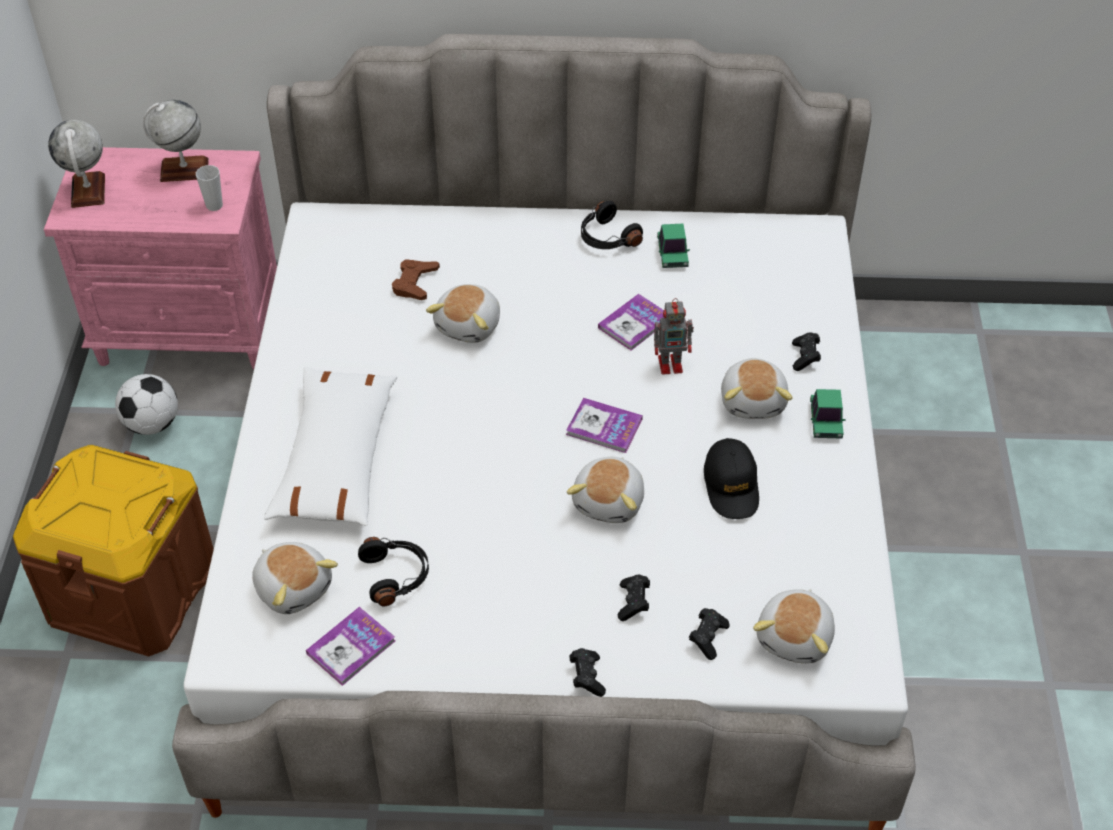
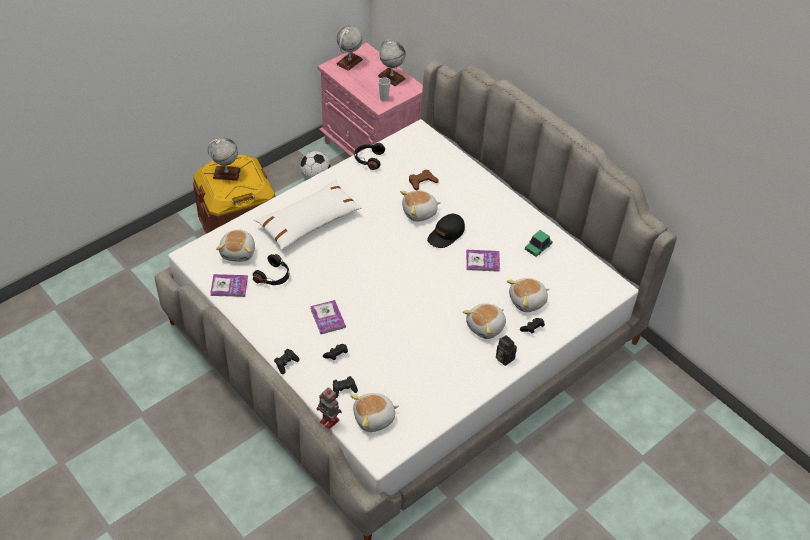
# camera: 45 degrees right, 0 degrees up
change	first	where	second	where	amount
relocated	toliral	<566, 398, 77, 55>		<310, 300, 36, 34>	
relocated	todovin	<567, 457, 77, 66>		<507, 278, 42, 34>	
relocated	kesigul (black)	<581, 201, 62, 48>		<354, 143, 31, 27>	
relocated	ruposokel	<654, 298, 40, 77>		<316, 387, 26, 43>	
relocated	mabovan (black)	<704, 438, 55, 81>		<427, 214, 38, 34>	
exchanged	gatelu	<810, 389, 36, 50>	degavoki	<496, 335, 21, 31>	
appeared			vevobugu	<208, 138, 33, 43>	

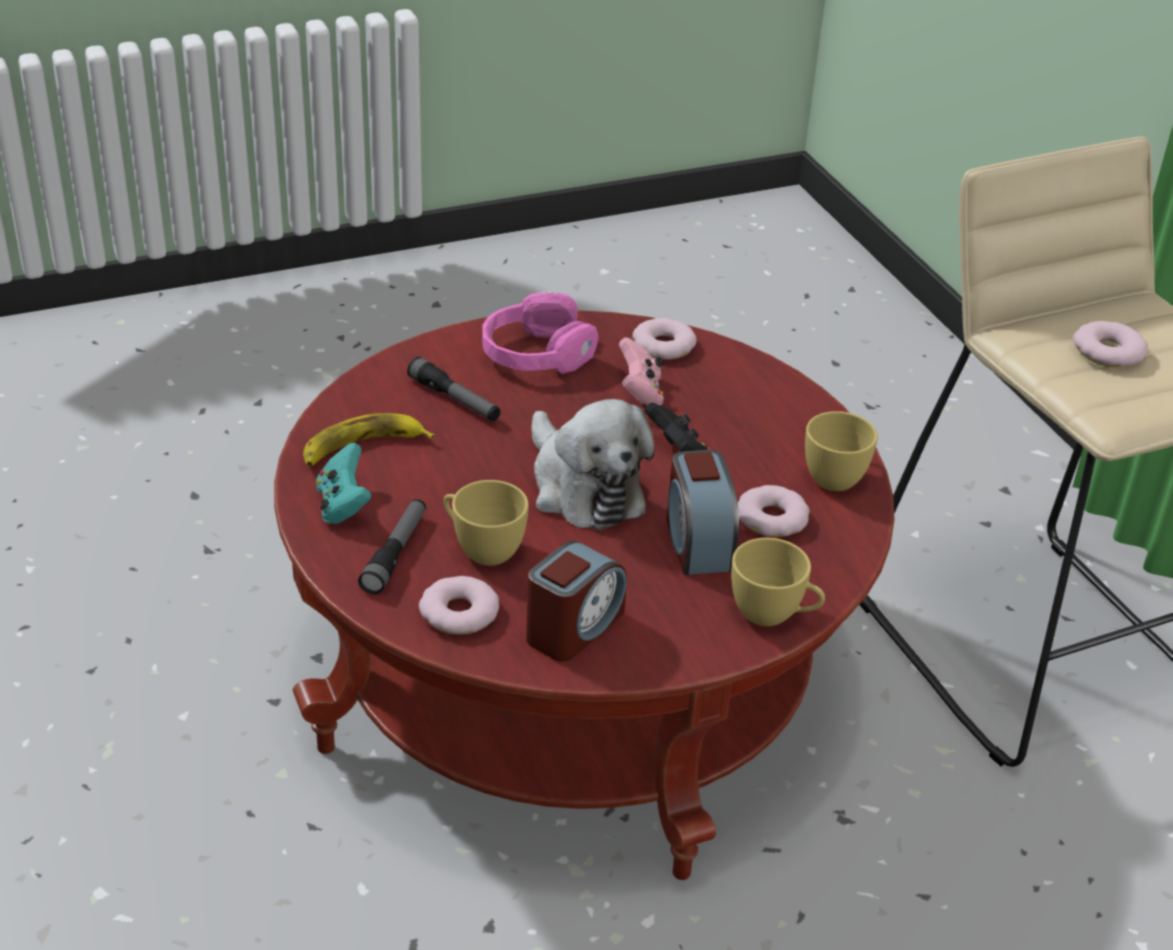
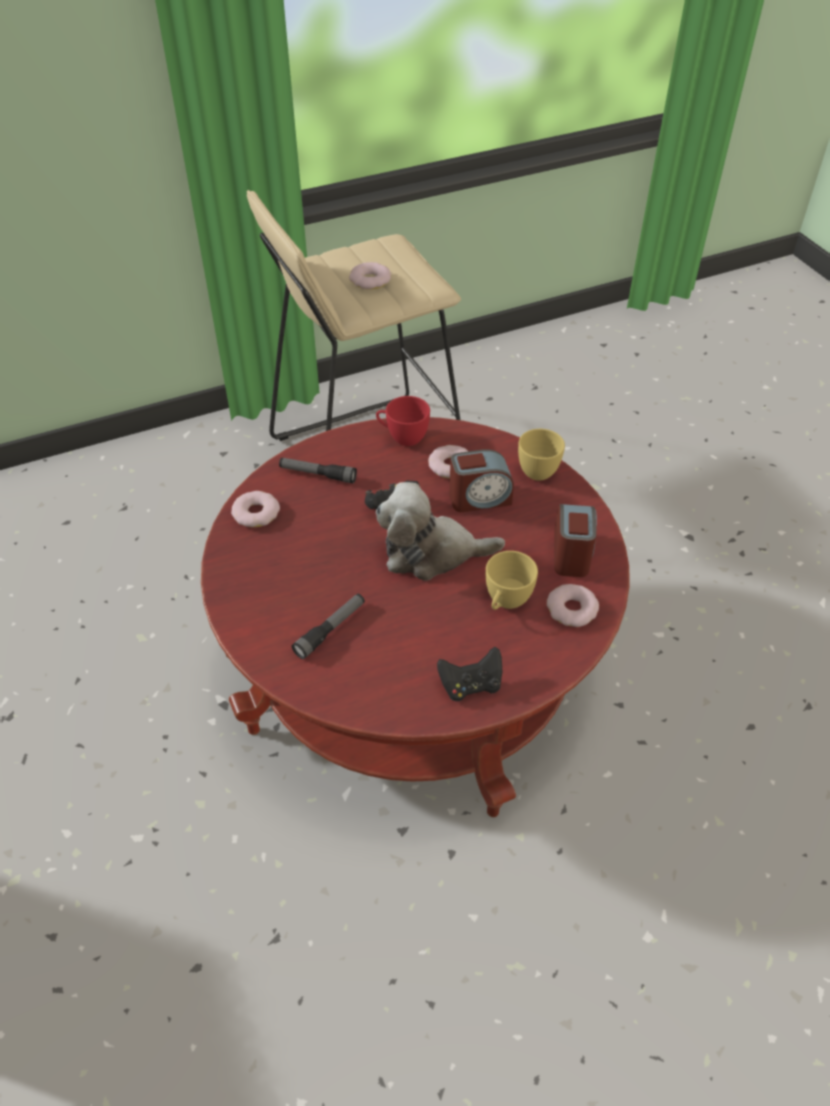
# camera: 90 degrees left, 10 degrees up
change	first	where	second	where	amount
missing	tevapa	<303, 413, 132, 53>			
colour	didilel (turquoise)	<316, 443, 56, 81>	didilel (black)	<437, 647, 65, 54>	
relocated	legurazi	<358, 499, 68, 96>		<279, 458, 78, 26>	
missing	kesigul (pink)	<482, 292, 116, 82>			
spun	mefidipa	<526, 541, 101, 121>		<554, 504, 43, 73>	60 degrees clockwise
spun	todovin	<532, 399, 122, 131>		<376, 482, 129, 99>	150 degrees counterclockwise
missing	didilel (pink)	<619, 337, 45, 69>			
colour	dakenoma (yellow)	<805, 411, 73, 80>	dakenoma (red)	<376, 396, 54, 50>	

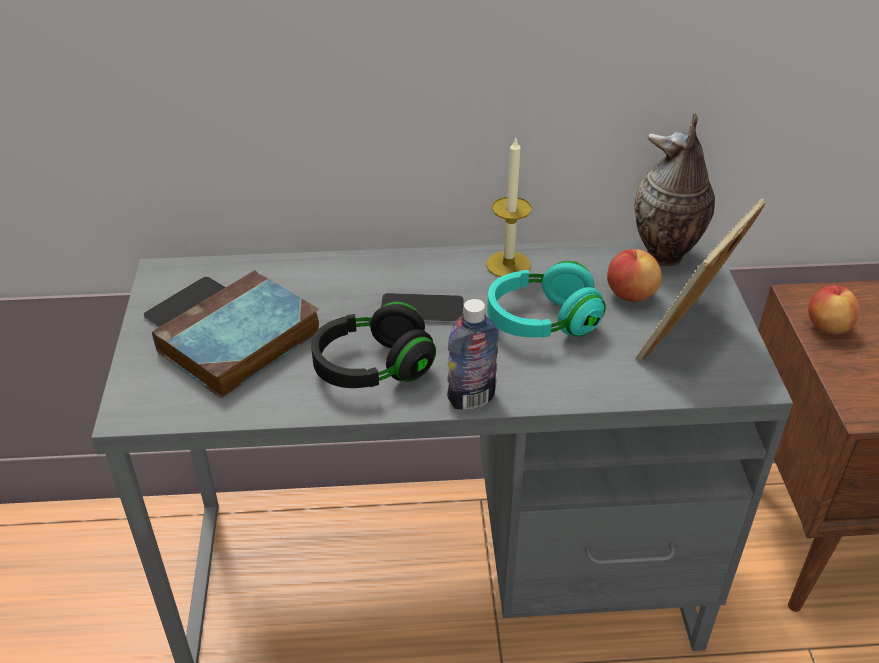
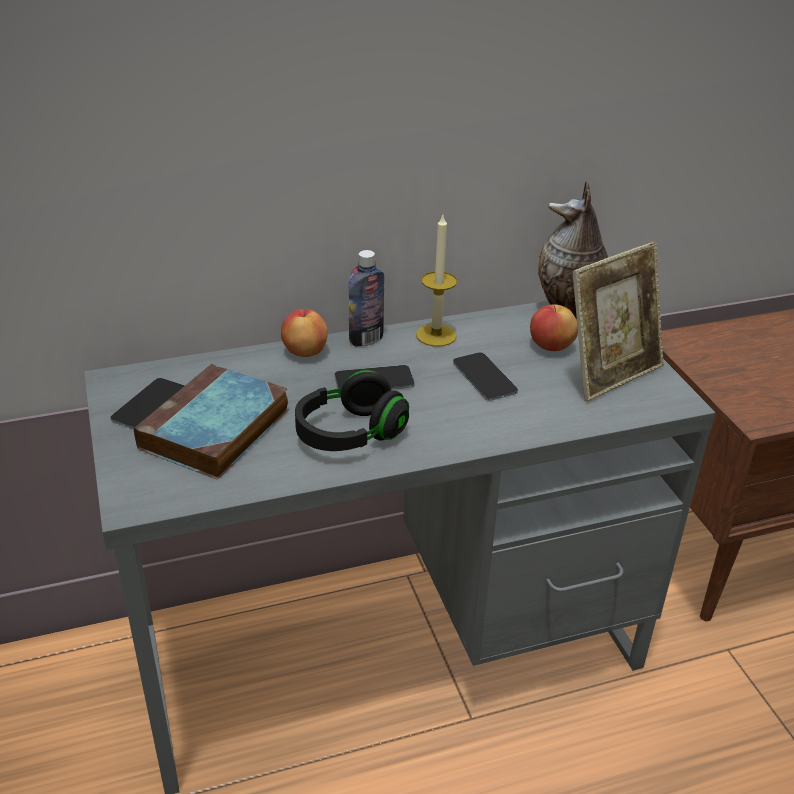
# camera: 15 degrees left, 5 degrees down
change	first	where	second	where	amount
relocated	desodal	<447, 299, 52, 111>		<349, 250, 35, 97>	
exchanged	kesigul (turquoise)	<487, 261, 119, 77>	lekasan	<453, 352, 65, 49>	
spun	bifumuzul	<636, 198, 130, 164>		<572, 242, 92, 160>	150 degrees counterclockwise
relocated	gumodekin	<808, 285, 52, 50>		<281, 309, 47, 48>	

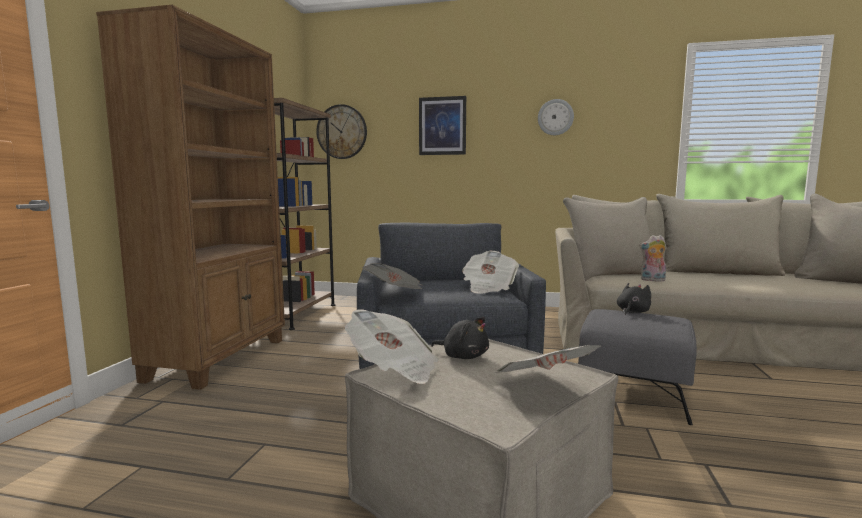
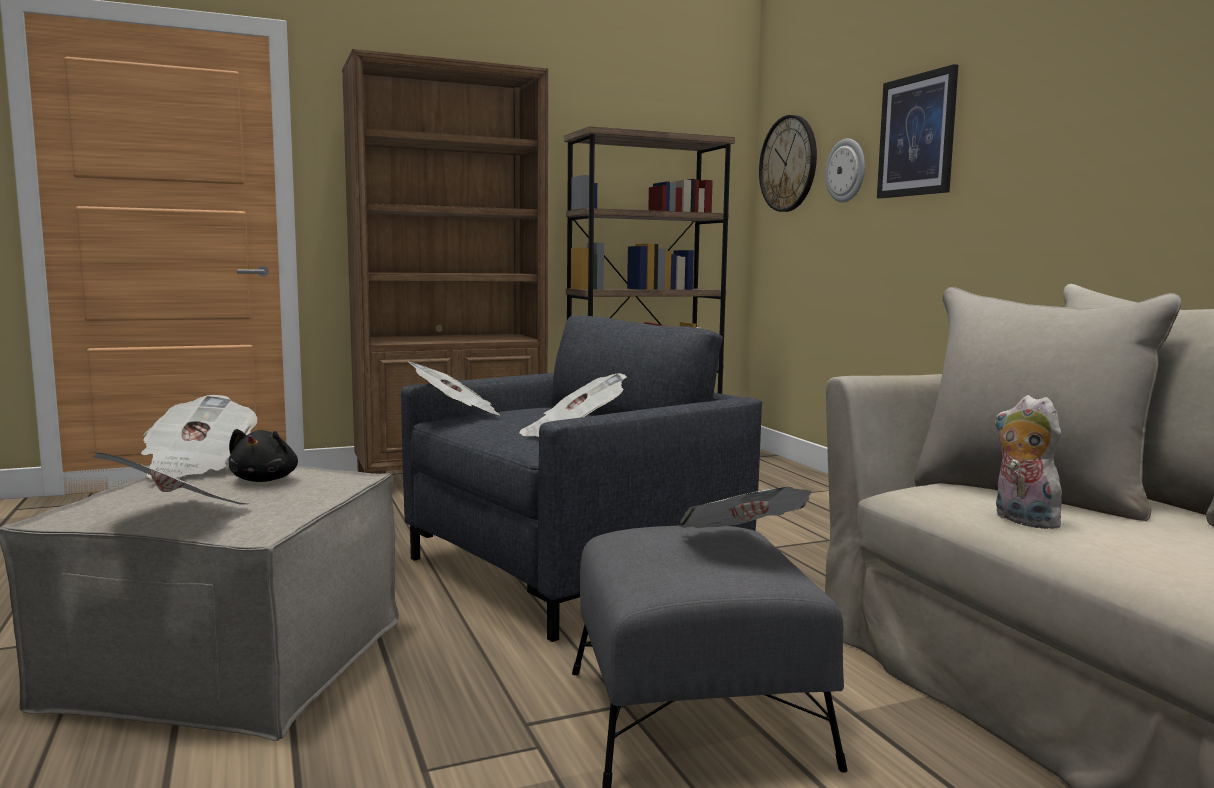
# camera: 55 degrees right, 0 degrees up
change	first	where	second	where	amount
relocated	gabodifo	<538, 99, 36, 36>		<825, 138, 40, 65>	
exchanged	todovin (black)	<617, 283, 34, 32>	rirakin	<679, 487, 133, 41>	

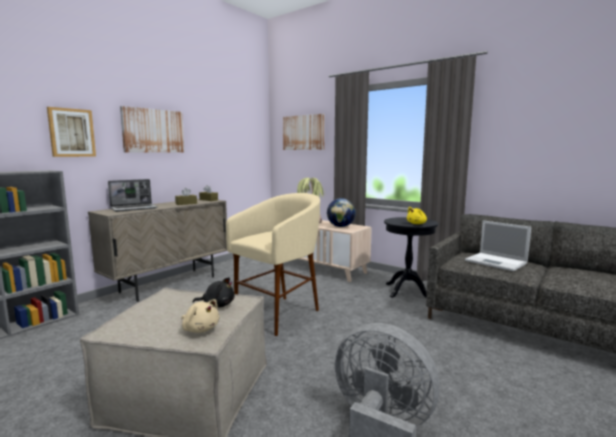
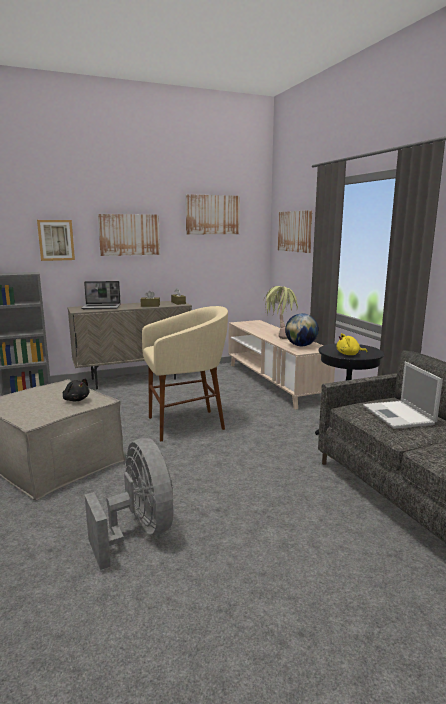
# camera: 30 degrees right, 5 degrees up
change	first	where	second	where	amount
missing	todovin (beige)	<181, 299, 39, 34>			
appeared			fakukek	<185, 194, 55, 40>	

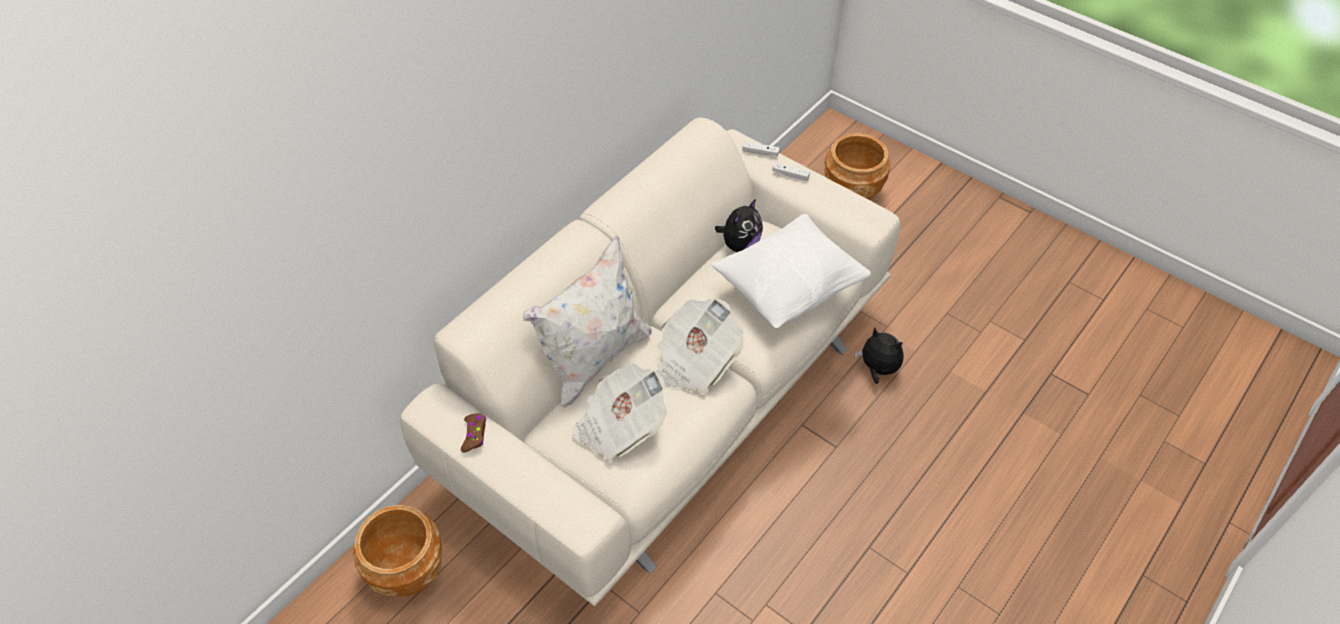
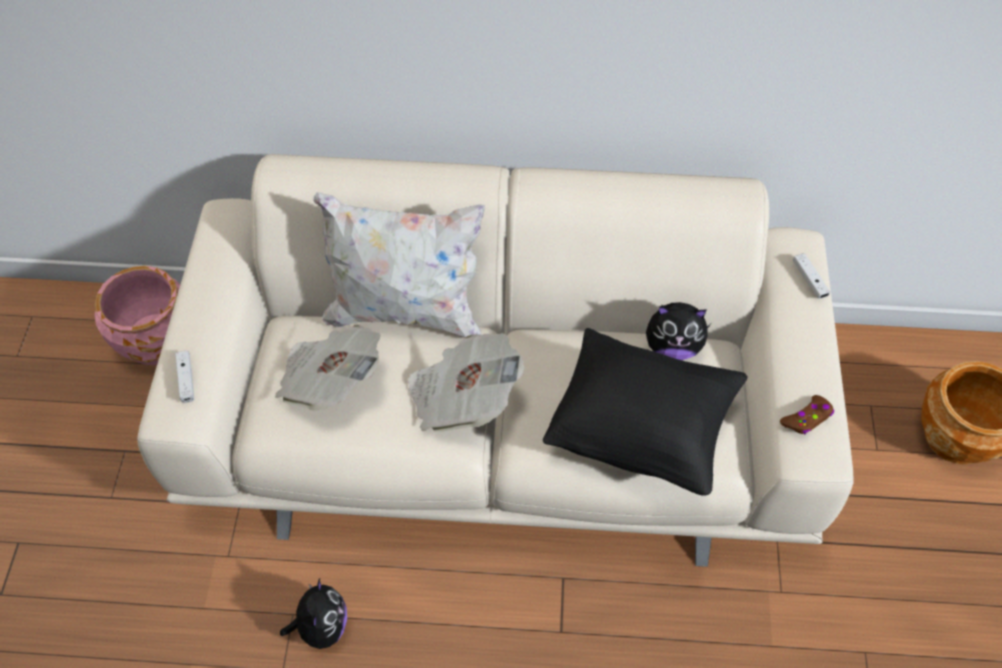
# camera: 55 degrees right, 5 degrees up
change	first	where	second	where	amount
colour	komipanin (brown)	<353, 505, 89, 92>	komipanin (pink)	<95, 266, 85, 99>	
relocated	didilel (brown)	<461, 413, 25, 40>		<780, 395, 54, 39>	
colour	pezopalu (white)	<711, 214, 160, 114>	pezopalu (black)	<543, 328, 205, 168>	
relocated	didilel (white)	<772, 162, 38, 19>		<175, 350, 19, 53>	
relocated	todovin	<855, 327, 49, 57>		<280, 579, 67, 70>	

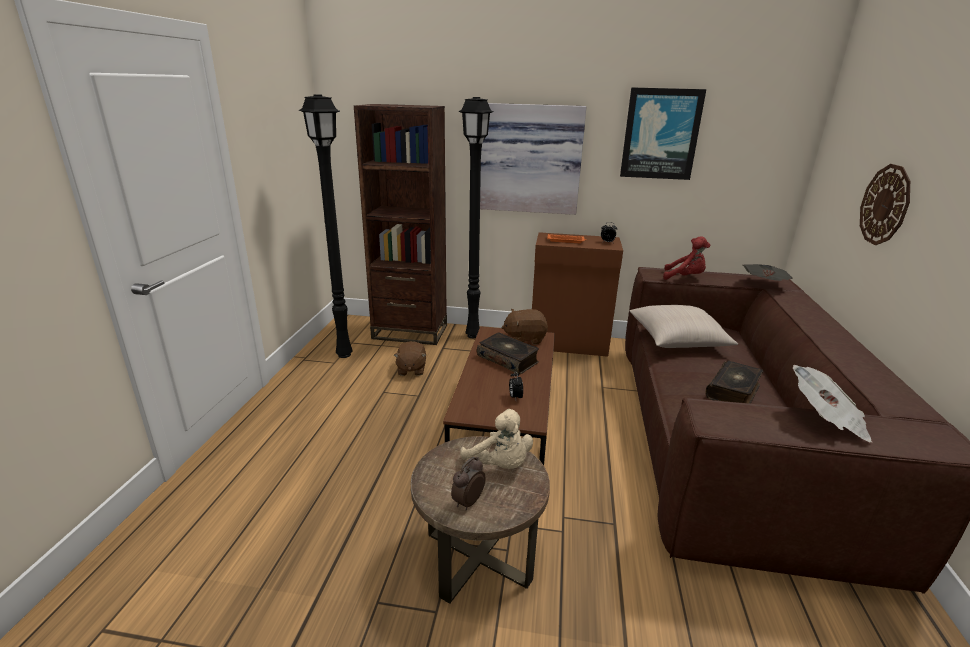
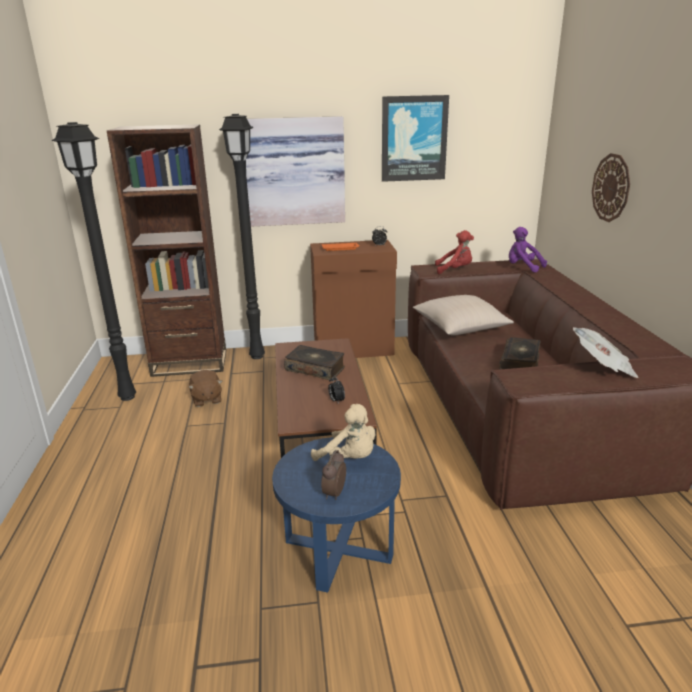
# camera: 15 degrees left, 0 degrees up
change	first	where	second	where	amount
colour	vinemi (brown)	<411, 436, 139, 168>	vinemi (blue)	<272, 437, 129, 156>	
missing	todovin (brown)	<501, 309, 47, 35>			
exchanged	rirakin	<742, 264, 50, 17>	todovin (purple)	<509, 227, 38, 46>	

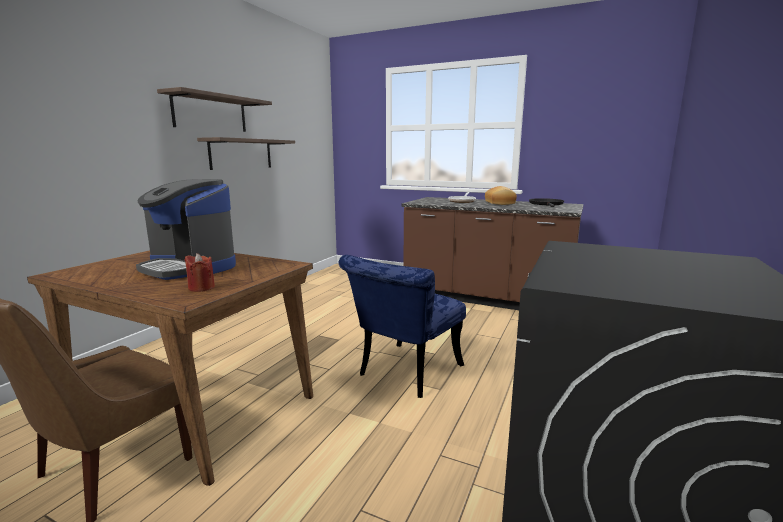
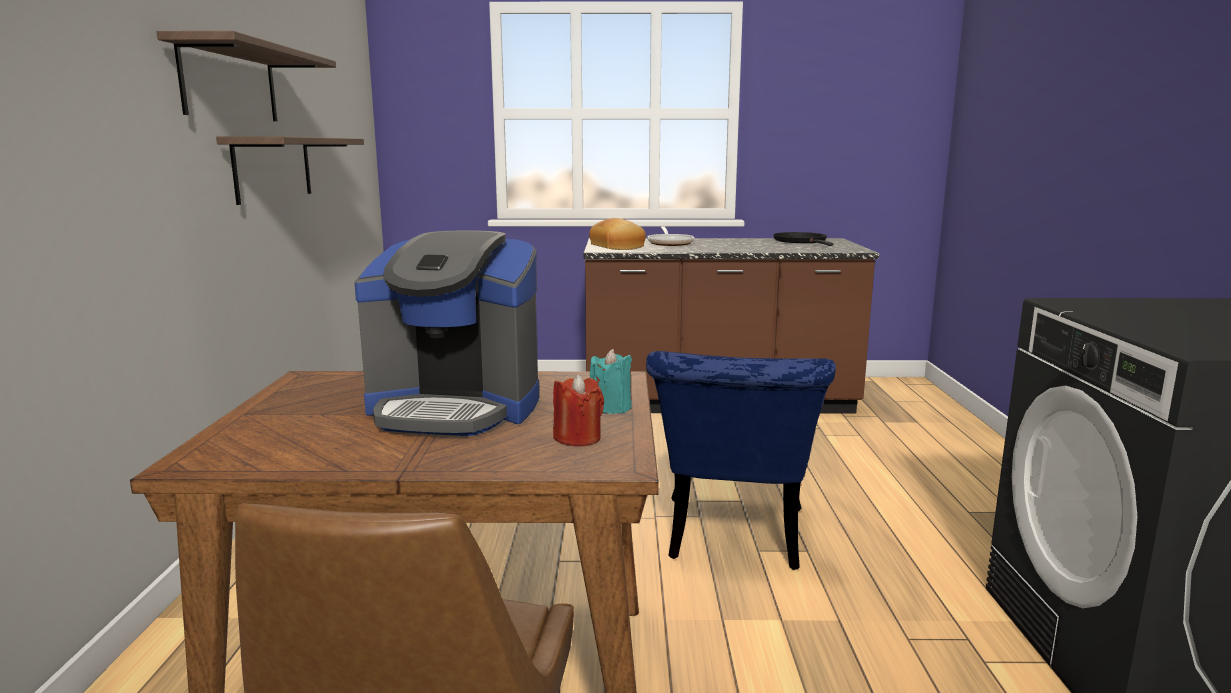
# camera: 25 degrees left, 0 degrees up
change	first	where	second	where	amount
relocated	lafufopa	<485, 186, 32, 19>		<589, 218, 57, 32>	
appeared			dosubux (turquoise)	<590, 349, 42, 65>	

